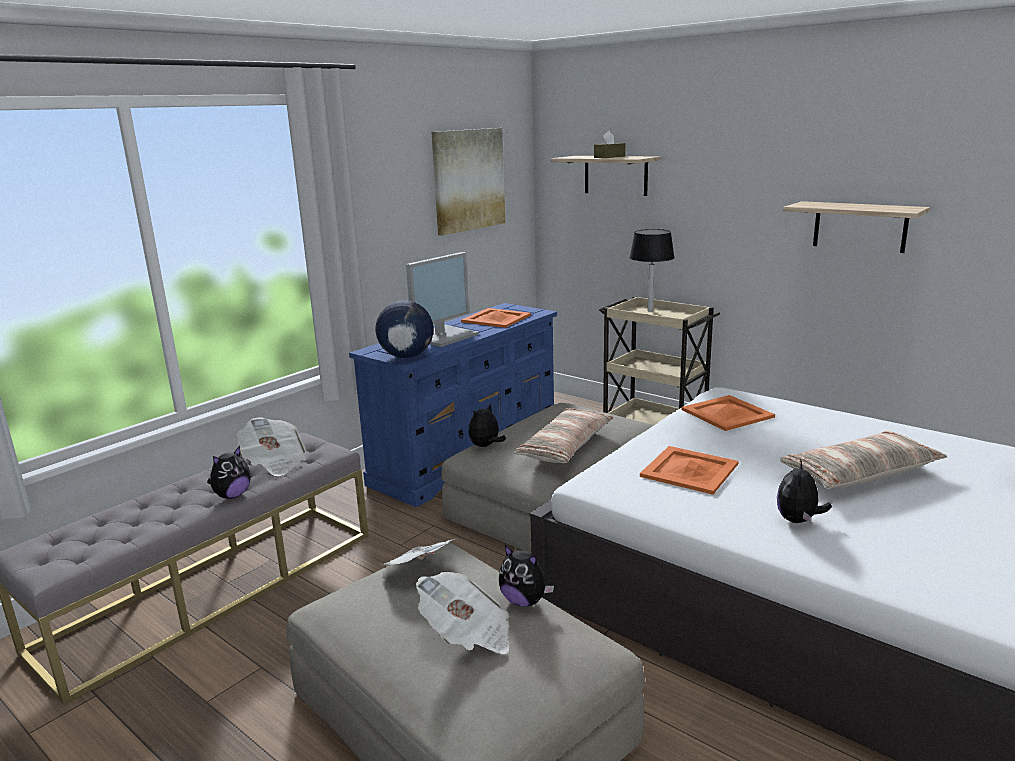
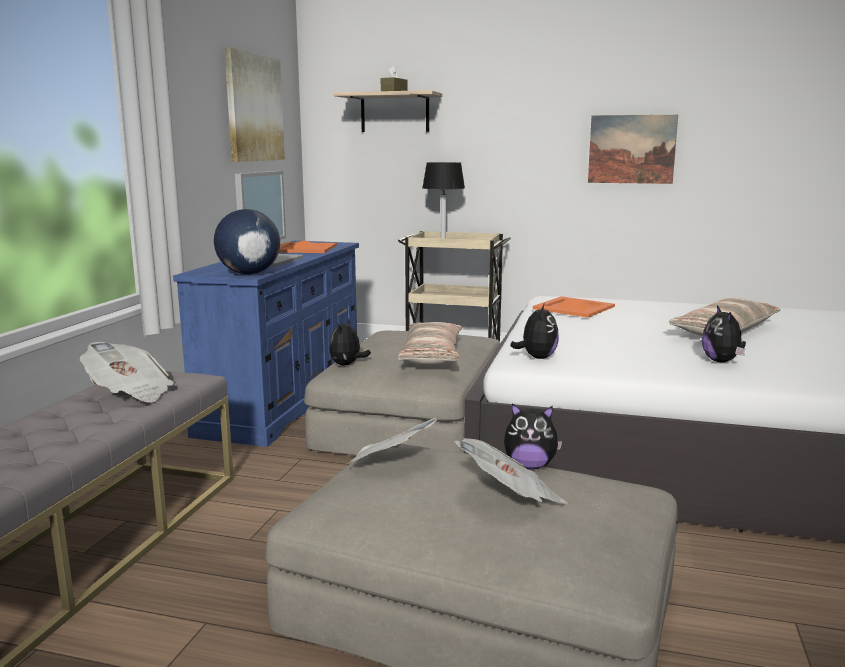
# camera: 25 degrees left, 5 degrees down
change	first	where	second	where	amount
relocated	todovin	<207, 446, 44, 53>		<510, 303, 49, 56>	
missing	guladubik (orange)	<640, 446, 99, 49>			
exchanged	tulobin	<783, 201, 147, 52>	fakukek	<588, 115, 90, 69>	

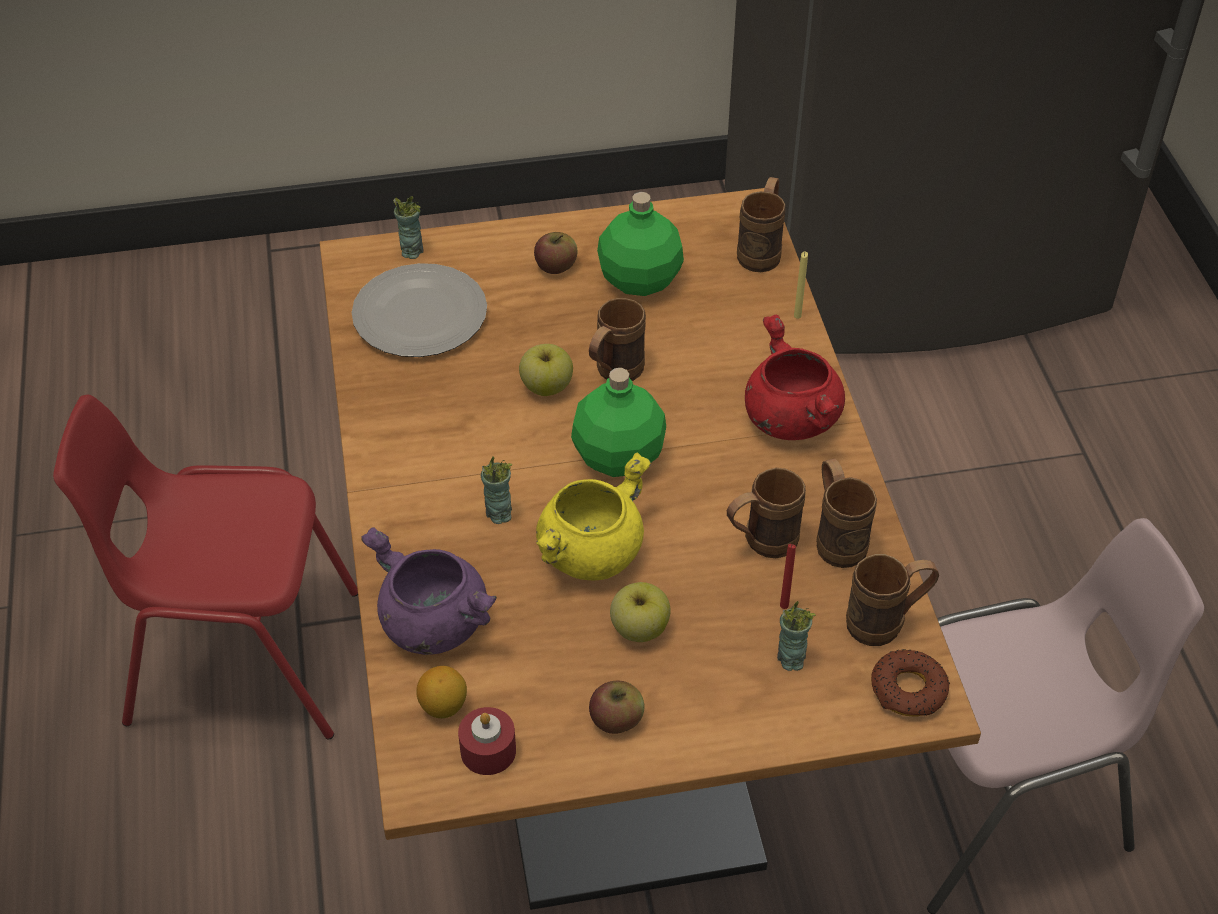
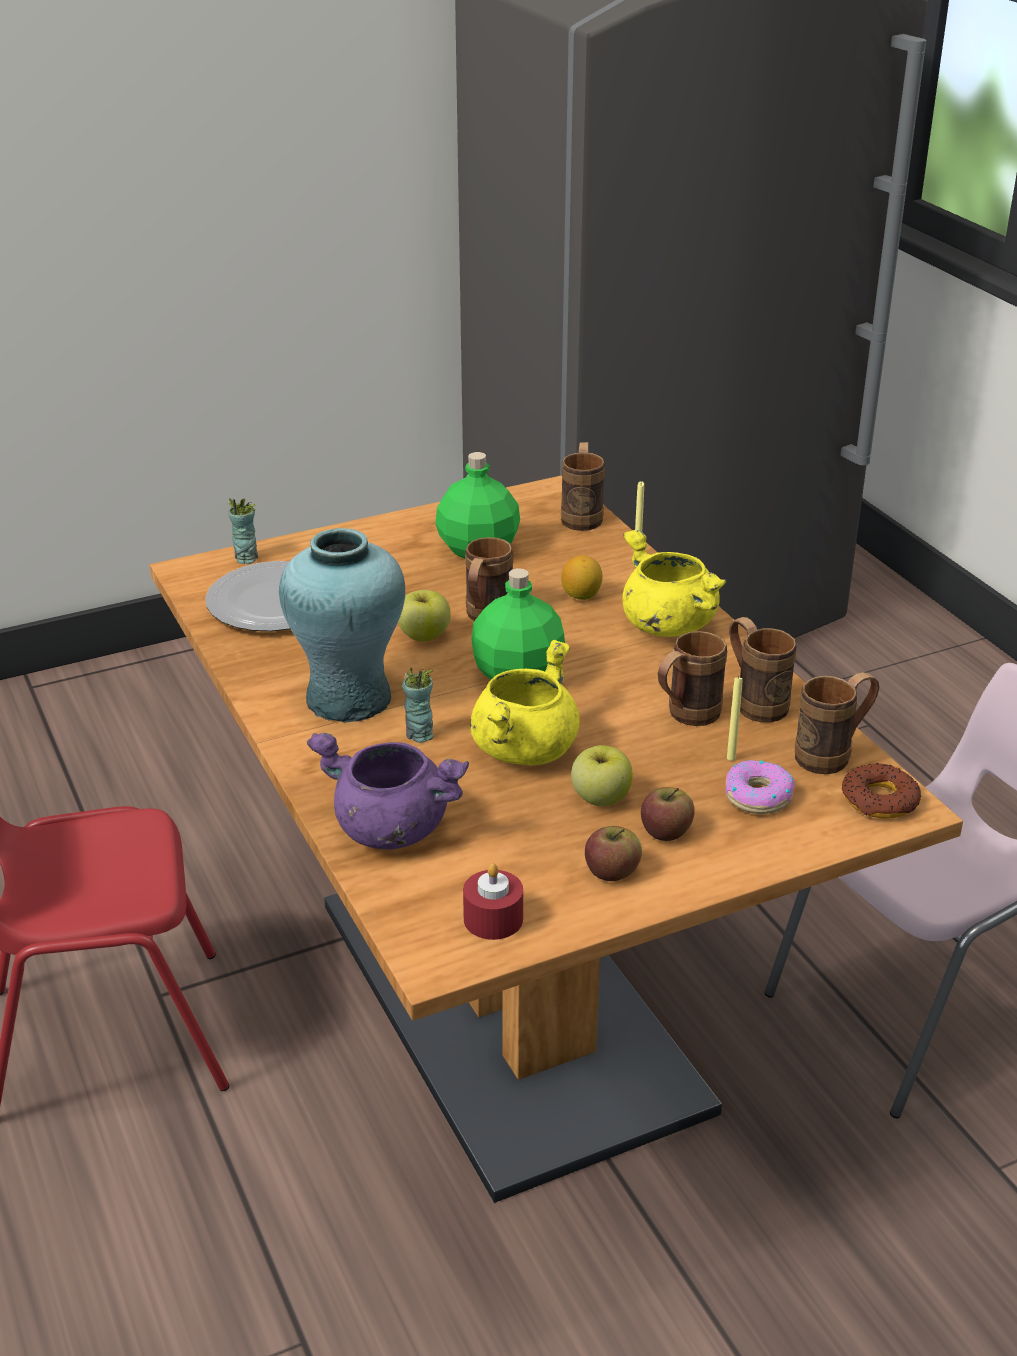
# camera: 15 degrees left, 15 degrees down
change	first	where	second	where	amount
relocated	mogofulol	<416, 666, 51, 52>		<561, 555, 42, 45>	
relocated	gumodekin	<534, 232, 44, 42>		<641, 787, 54, 54>	
colour	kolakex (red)	<745, 315, 100, 125>	kolakex (yellow)	<622, 530, 105, 107>	
exchanged	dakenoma	<777, 601, 39, 70>	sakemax	<726, 760, 69, 54>	
colour	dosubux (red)	<780, 544, 16, 65>	dosubux (yellow)	<727, 676, 16, 85>	
appeared			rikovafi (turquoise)	<279, 528, 126, 195>	

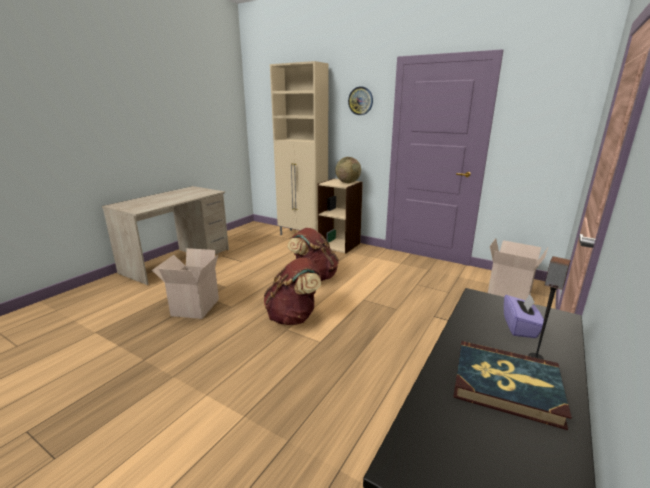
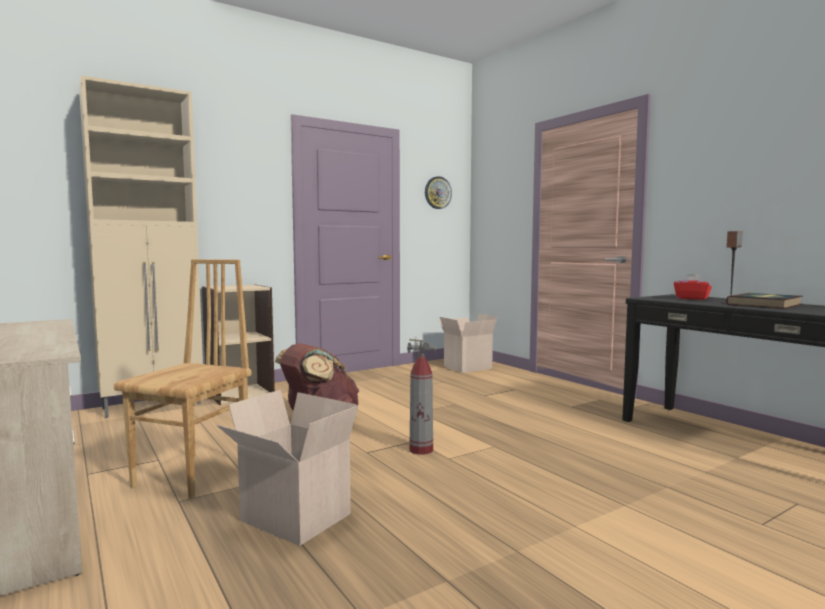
# camera: 65 degrees left, 15 degrees down
change	first	where	second	where	amount
exchanged	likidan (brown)	<264, 258, 57, 67>	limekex	<407, 339, 29, 116>	
missing	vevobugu	<335, 157, 26, 26>			
relocated	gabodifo	<348, 87, 25, 28>		<425, 176, 27, 33>	
colour	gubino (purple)	<504, 294, 42, 44>	gubino (red)	<674, 274, 38, 26>	
appeared			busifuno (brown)	<114, 259, 137, 240>	

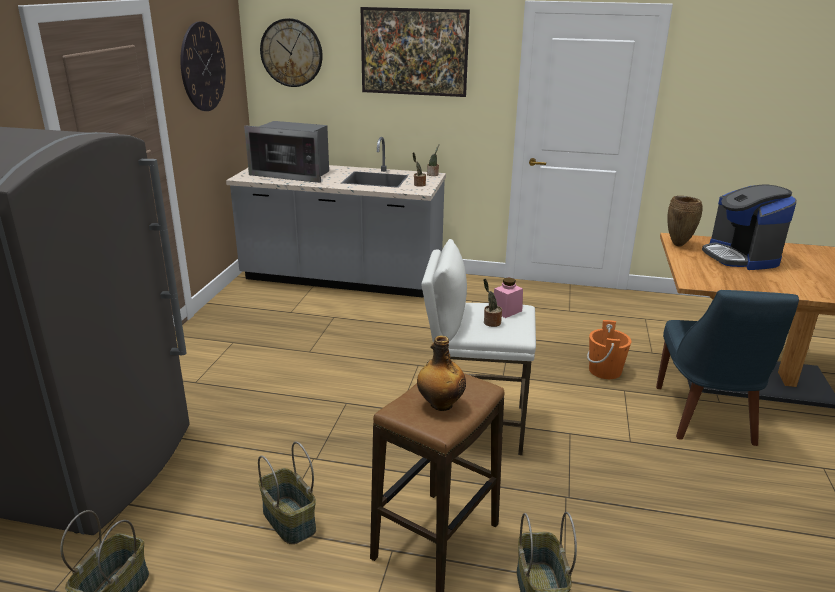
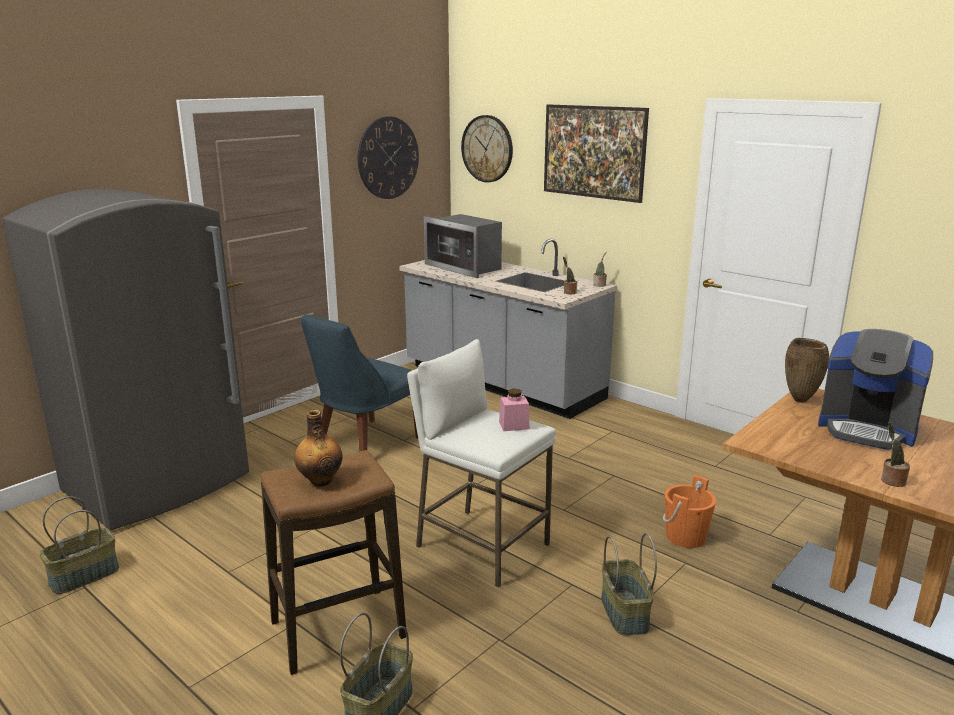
# camera: 30 degrees right, 5 degrees down
change	first	where	second	where	amount
relocated	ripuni	<258, 442, 58, 102>		<601, 533, 56, 103>	
relocated	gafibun	<483, 279, 19, 48>		<881, 422, 29, 65>	
relocated	busifuno (blue)	<656, 290, 143, 156>		<301, 315, 117, 137>	
spun	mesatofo	<702, 184, 95, 86>		<818, 329, 115, 121>	75 degrees counterclockwise

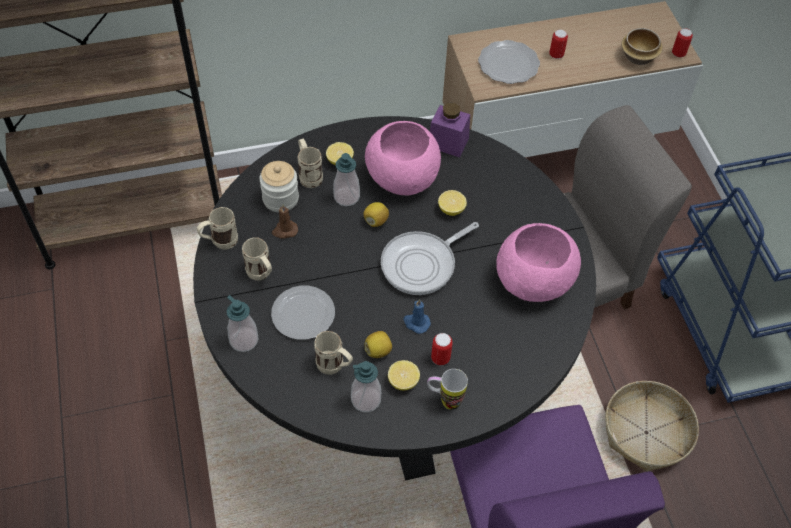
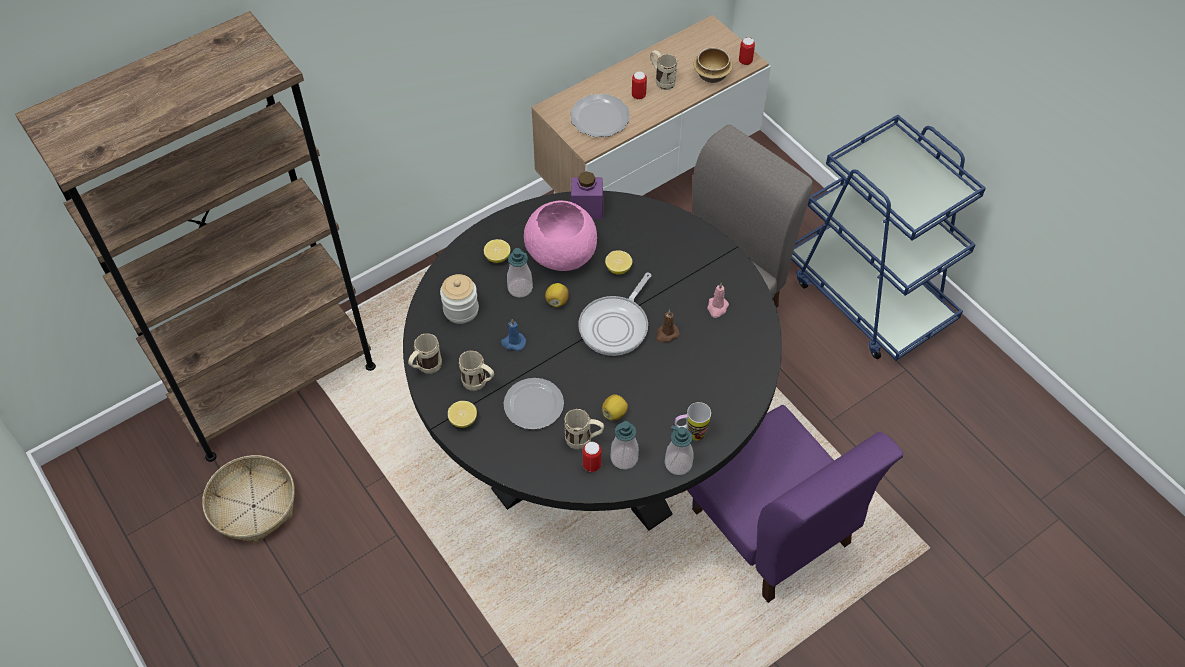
# camera: 20 degrees left, 0 degrees up
change	first	where	second	where	amount
relocated	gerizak	<227, 295, 32, 57>		<665, 425, 28, 50>	
relocated	dosubux (brown)	<272, 205, 26, 34>		<656, 310, 23, 33>	
relocated	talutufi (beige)	<297, 139, 26, 49>		<650, 50, 27, 40>	
relocated	mogofulol	<388, 360, 32, 30>		<448, 401, 29, 27>	
relocated	dosubux (blue)	<404, 299, 27, 35>		<501, 319, 25, 32>	
relocated	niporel	<431, 333, 22, 32>		<583, 442, 18, 30>	
exchanged	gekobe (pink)	<496, 223, 85, 79>	dosubux (pink)	<707, 283, 22, 35>	
relocated	ripuni	<605, 381, 94, 91>		<202, 455, 93, 88>	

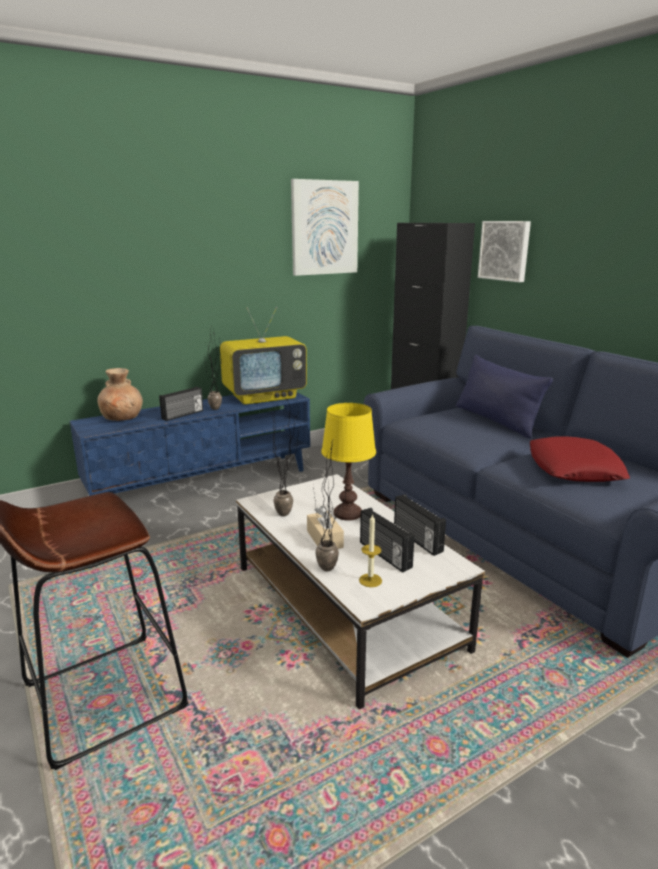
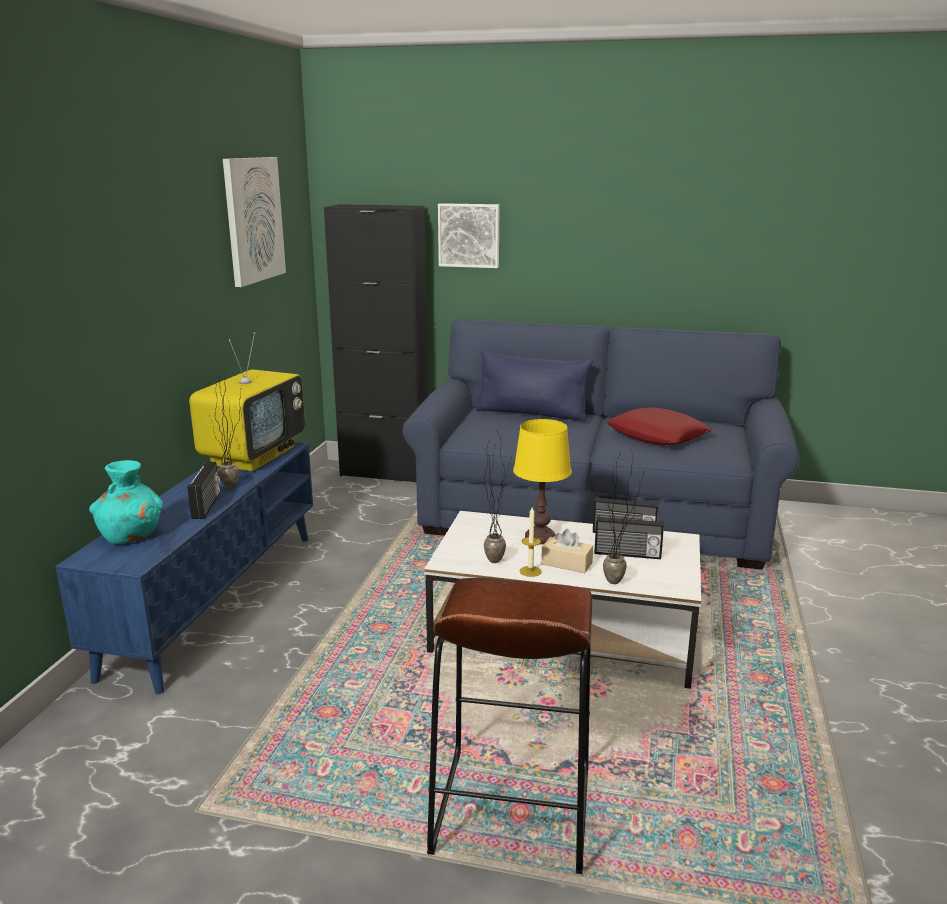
# camera: 45 degrees left, 0 degrees up
change	first	where	second	where	amount
colour	rikovafi (brown)	<97, 368, 46, 53>	rikovafi (turquoise)	<89, 460, 74, 84>	
relocated	dosubux	<359, 513, 23, 74>		<520, 507, 22, 70>	

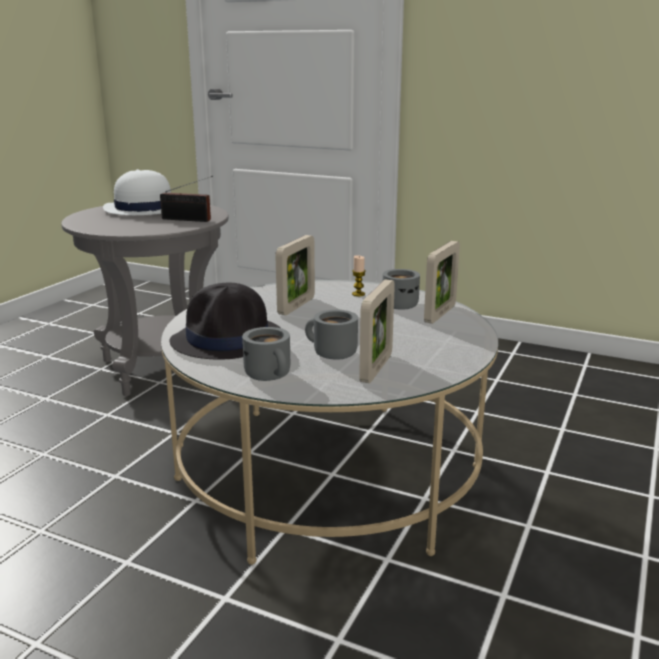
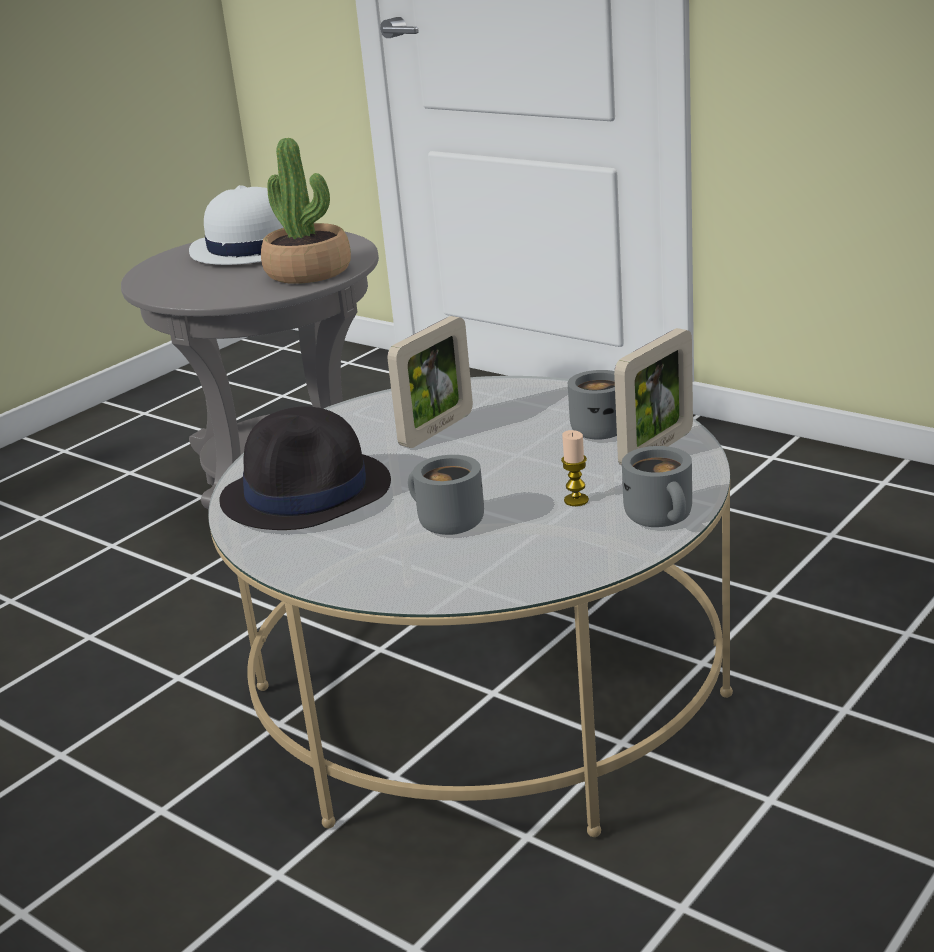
# camera: 15 degrees right, 5 degrees up
change	first	where	second	where	amount
exchanged	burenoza	<160, 176, 53, 46>	gafibun	<261, 138, 90, 146>	
relocated	talutufi (grey)	<242, 327, 48, 54>		<622, 446, 70, 81>	
relocated	dosubux	<352, 255, 14, 41>		<561, 430, 28, 76>	
missing	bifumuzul	<359, 279, 36, 104>			

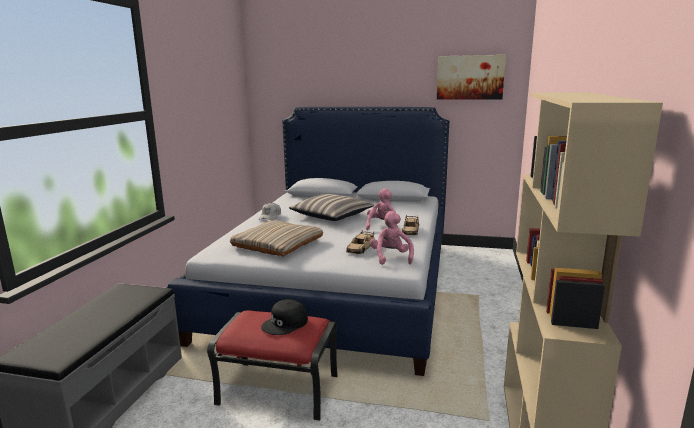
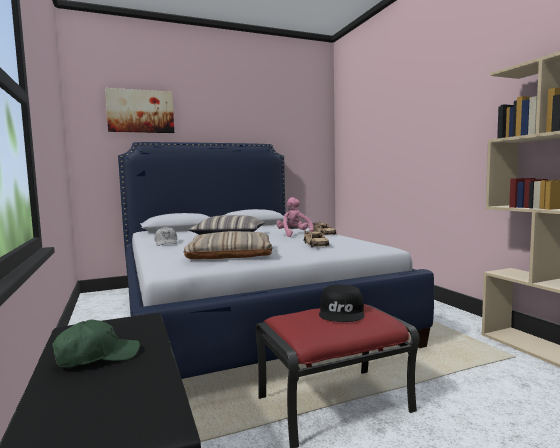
# camera: 35 degrees left, 10 degrees down
change	first	where	second	where	amount
missing	todovin (pink)	<370, 211, 44, 54>			
relocated	fakukek	<437, 55, 69, 45>		<105, 88, 69, 45>	
appeared			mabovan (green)	<52, 320, 88, 47>	

